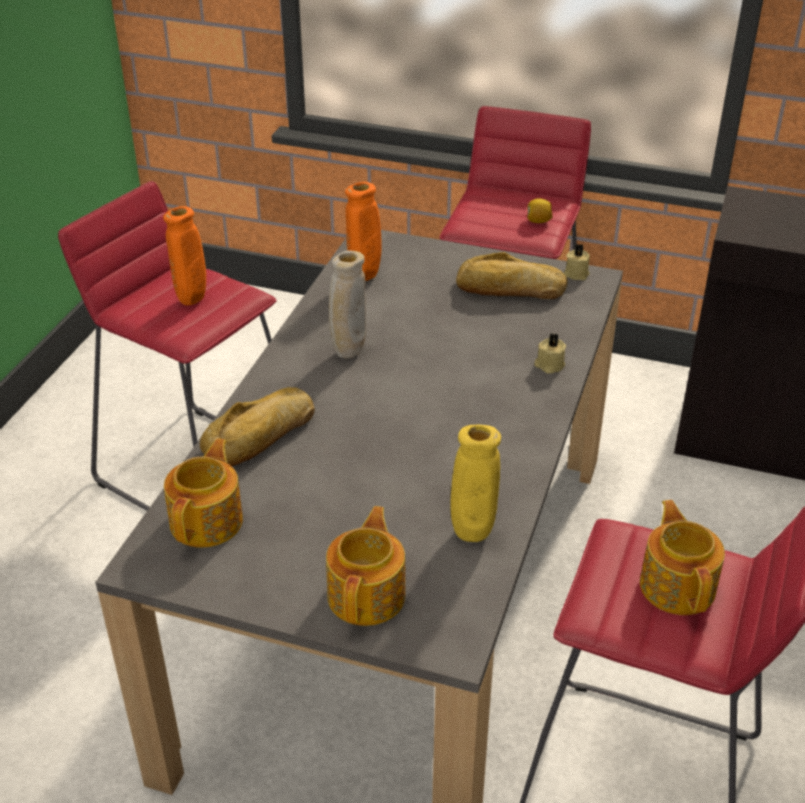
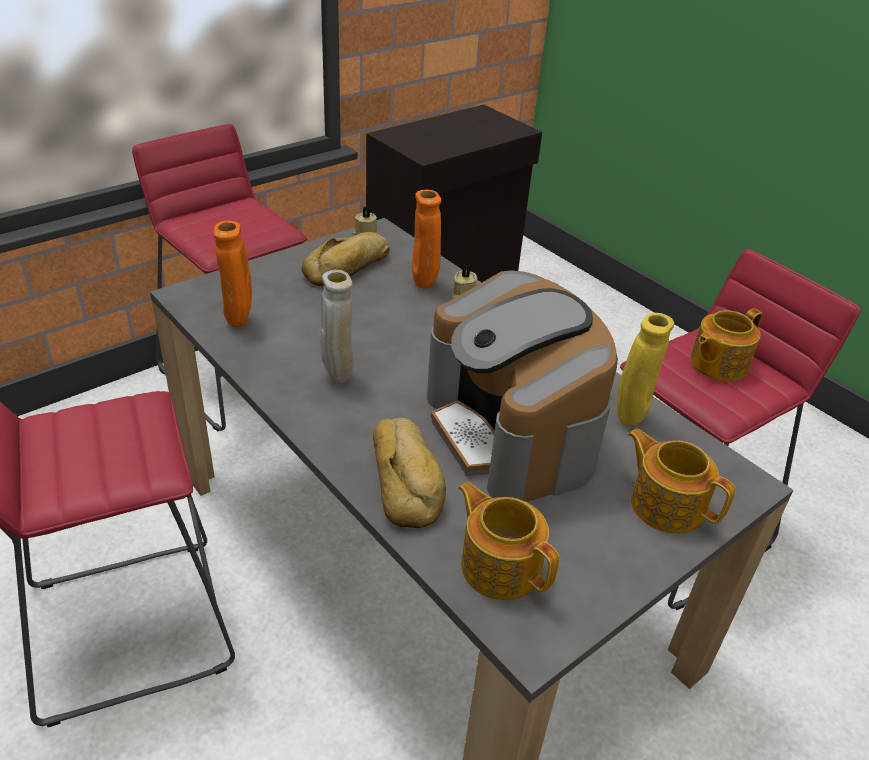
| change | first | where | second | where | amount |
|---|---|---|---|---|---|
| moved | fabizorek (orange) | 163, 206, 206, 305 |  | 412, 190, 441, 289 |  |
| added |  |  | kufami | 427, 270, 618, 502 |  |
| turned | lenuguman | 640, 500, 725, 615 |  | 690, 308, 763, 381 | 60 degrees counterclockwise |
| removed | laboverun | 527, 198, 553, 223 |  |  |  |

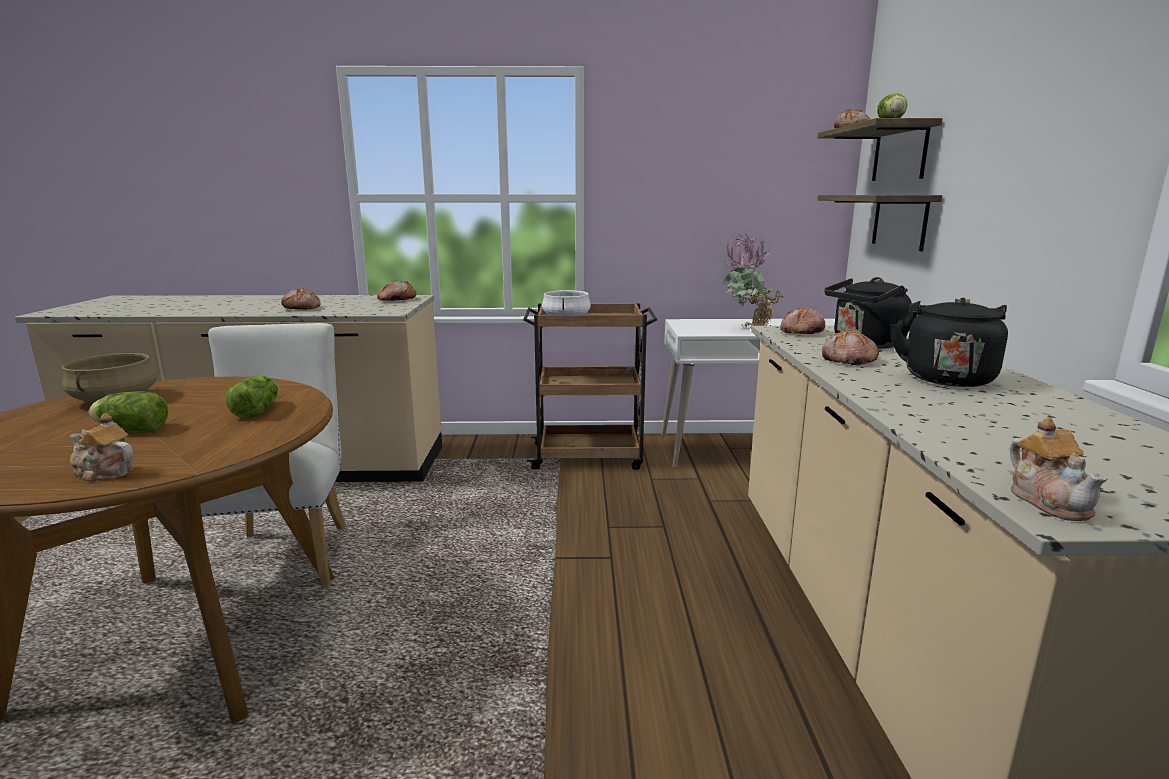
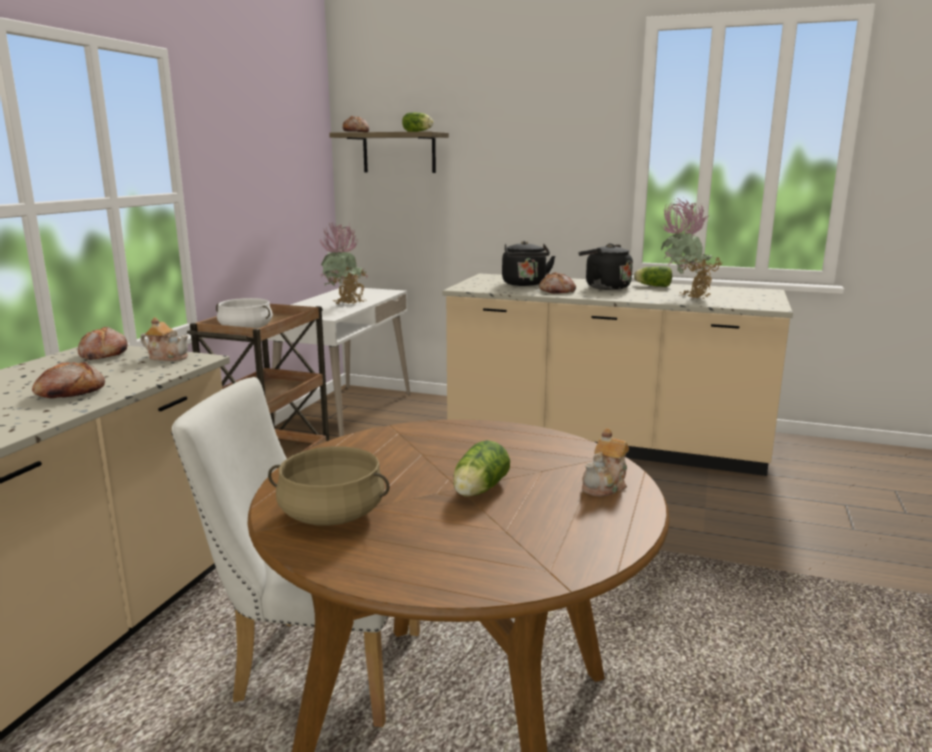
| change | first | where | second | where | amount |
|---|---|---|---|---|---|
| moved | lenuguman | 1010, 417, 1107, 521 |  | 140, 317, 188, 361 |  |
| moved | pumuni | 225, 375, 278, 419 |  | 634, 266, 672, 287 |  |
| added |  |  | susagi | 661, 198, 723, 299 |  |
| removed | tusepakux | 780, 307, 825, 334 |  |  |  |
| removed | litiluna | 817, 195, 942, 251 |  |  |  |

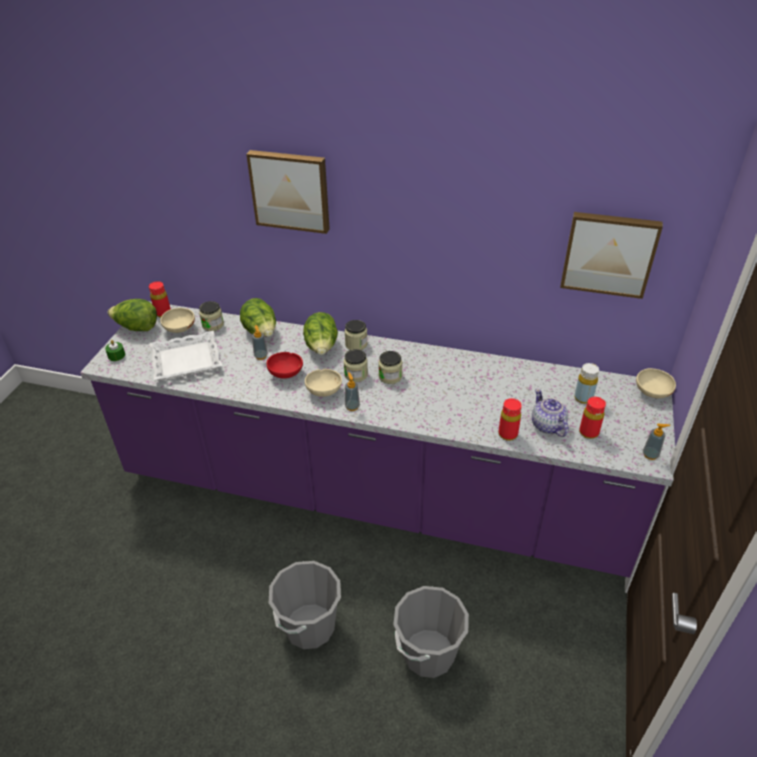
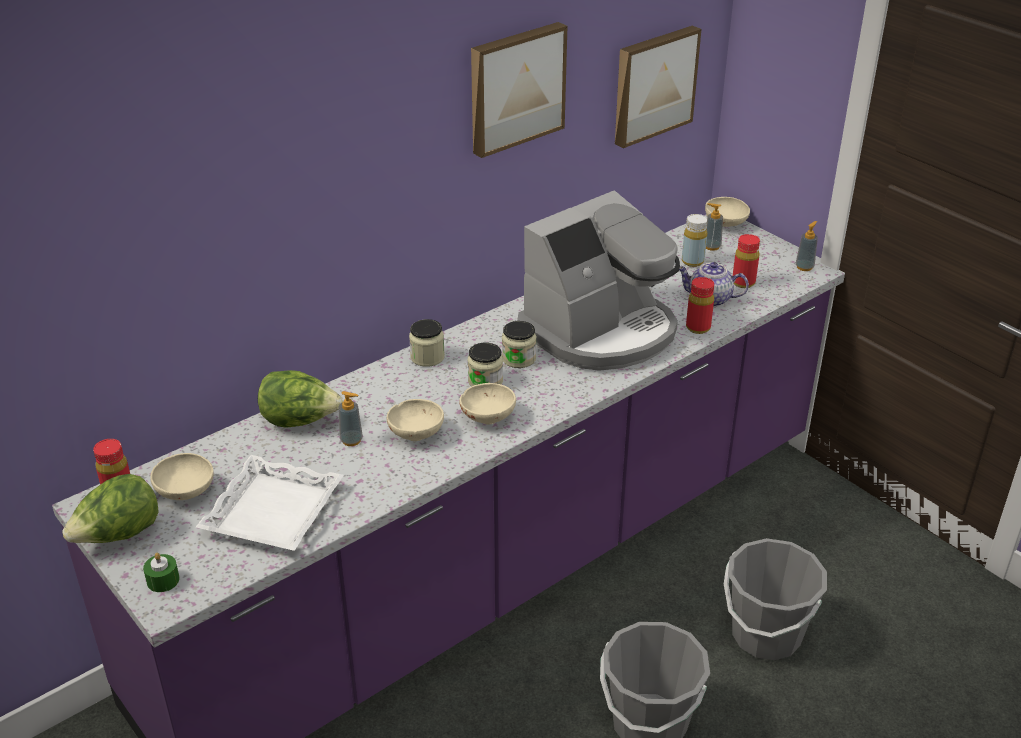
| change | first | where | second | where | amount |
|---|---|---|---|---|---|
| recoloured | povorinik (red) | 267, 352, 303, 379 | povorinik (beige) | 387, 399, 444, 441 |  |
| moved | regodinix | 246, 150, 330, 234 |  | 471, 22, 568, 158 |  |
| added |  |  | kufami | 517, 190, 680, 371 |  |
| moved | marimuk | 345, 372, 360, 411 |  | 706, 203, 723, 251 |  |
| removed | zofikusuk | 199, 301, 224, 331 |  |  |  |
| removed | pumuni | 303, 312, 338, 355 |  |  |  |

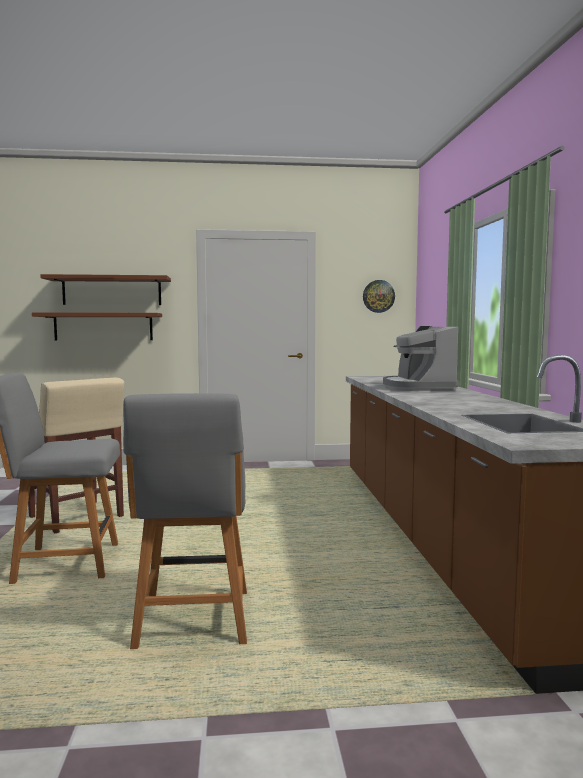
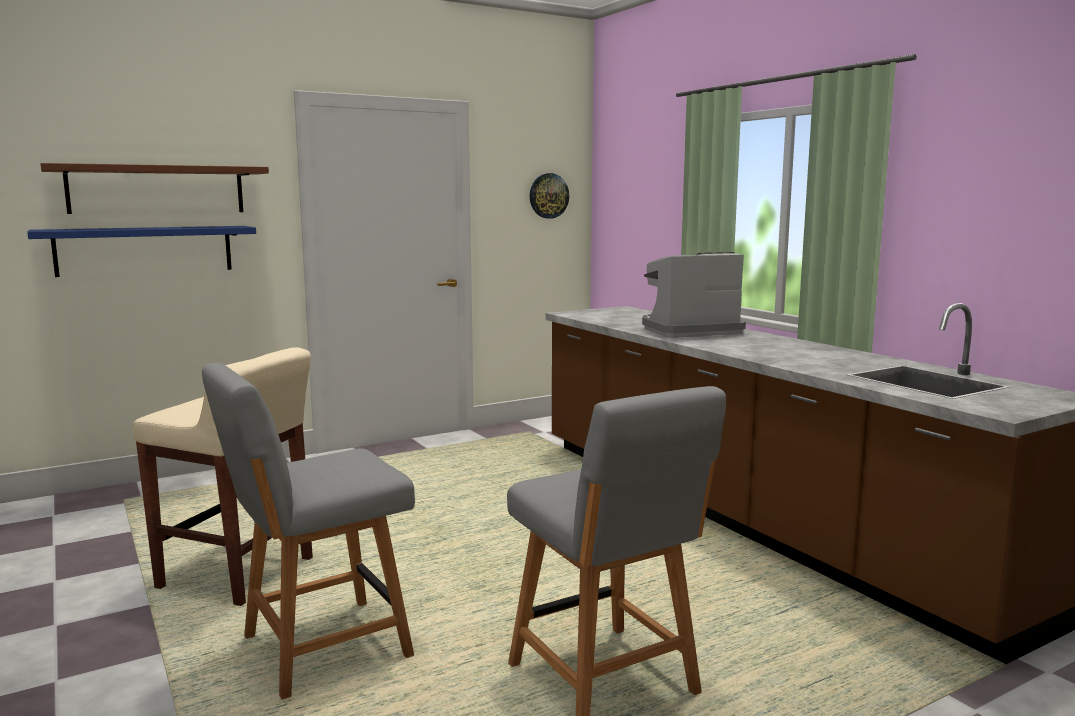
| change | first | where | second | where | amount |
|---|---|---|---|---|---|
| recoloured | litiluna (brown) | 32, 312, 162, 340 | litiluna (blue) | 27, 226, 256, 277 |  |
| turned | kufami | 383, 326, 459, 391 |  | 642, 252, 746, 338 | 105 degrees clockwise |

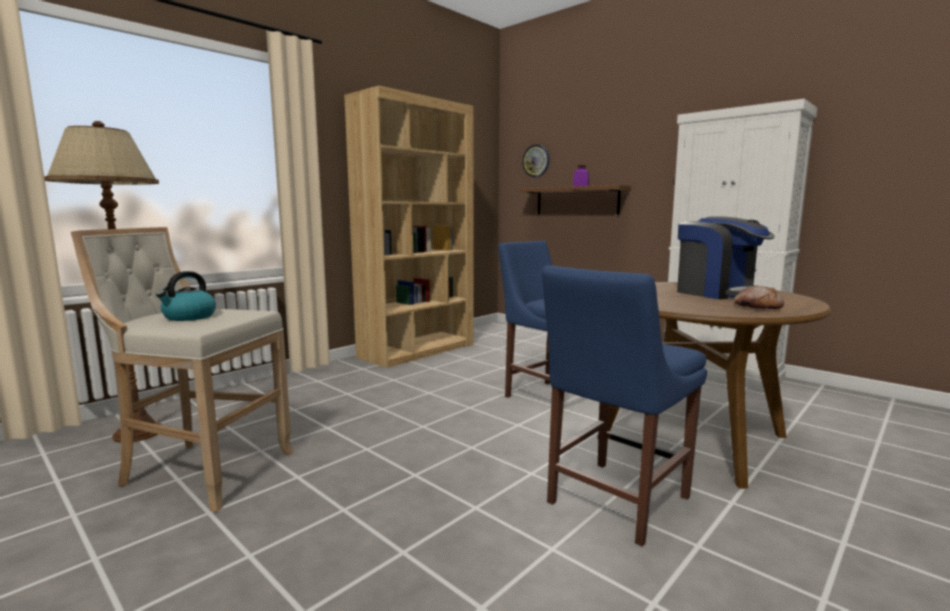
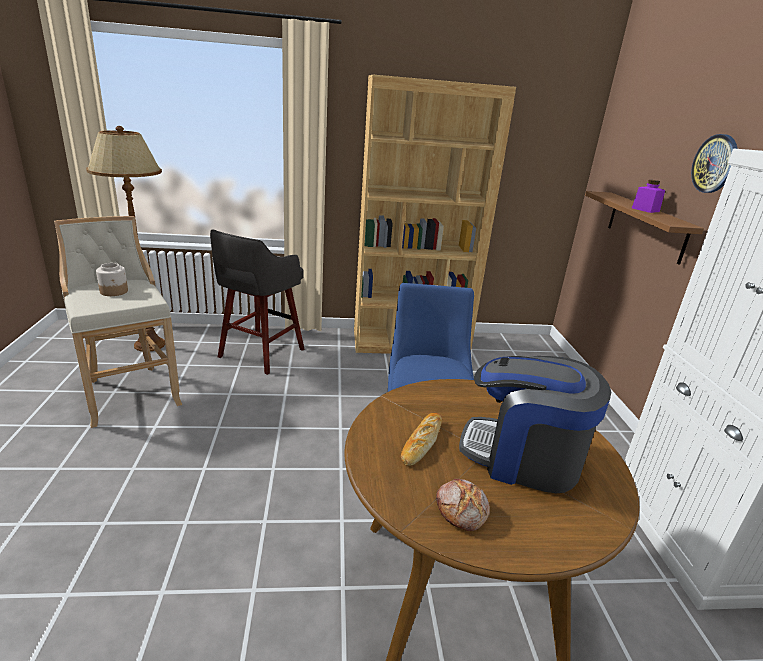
| change | first | where | second | where | amount |
|---|---|---|---|---|---|
| replaced | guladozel | 156, 271, 216, 321 | zofikusuk | 96, 263, 128, 296 |  |
| added |  |  | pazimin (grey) | 210, 230, 304, 375 |  |
| added |  |  | tusepakux | 401, 413, 442, 466 |  |
| turned | kufami | 677, 216, 775, 299 |  | 459, 356, 612, 493 | 105 degrees clockwise |
| moved | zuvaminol | 522, 144, 549, 177 |  | 691, 134, 738, 193 |  |
| removed | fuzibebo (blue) | 542, 265, 707, 547 |  |  |  |

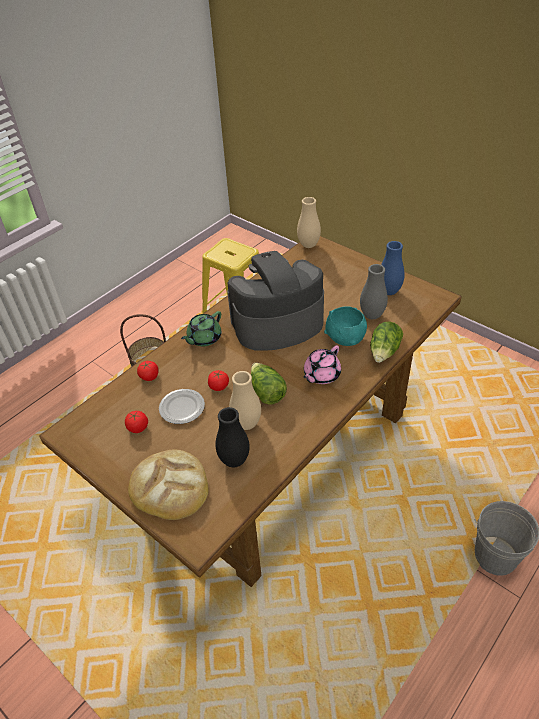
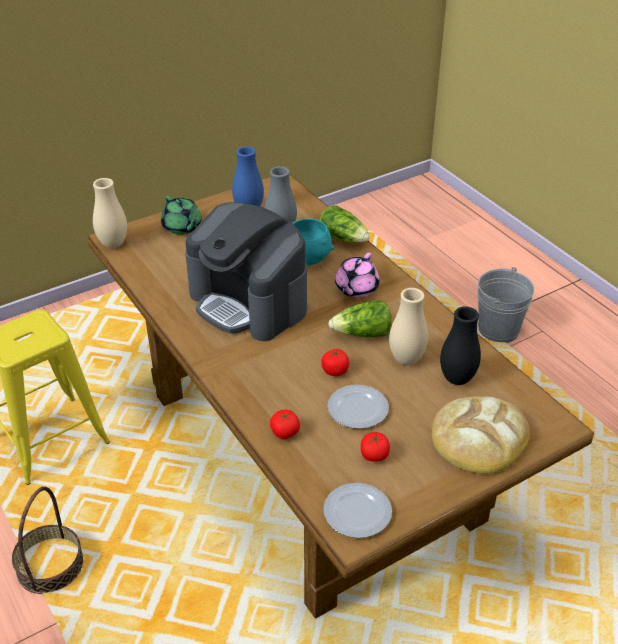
| change | first | where | second | where | amount |
|---|---|---|---|---|---|
| moved | lenuguman (green) | 181, 311, 221, 346 |  | 161, 196, 202, 235 |  |
| turned | kufami | 227, 251, 324, 351 |  | 185, 202, 307, 341 | 45 degrees counterclockwise |
| added |  |  | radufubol | 323, 483, 392, 538 |  |
| turned | lenuguman (pink) | 304, 345, 341, 384 |  | 335, 253, 379, 298 | 60 degrees clockwise |

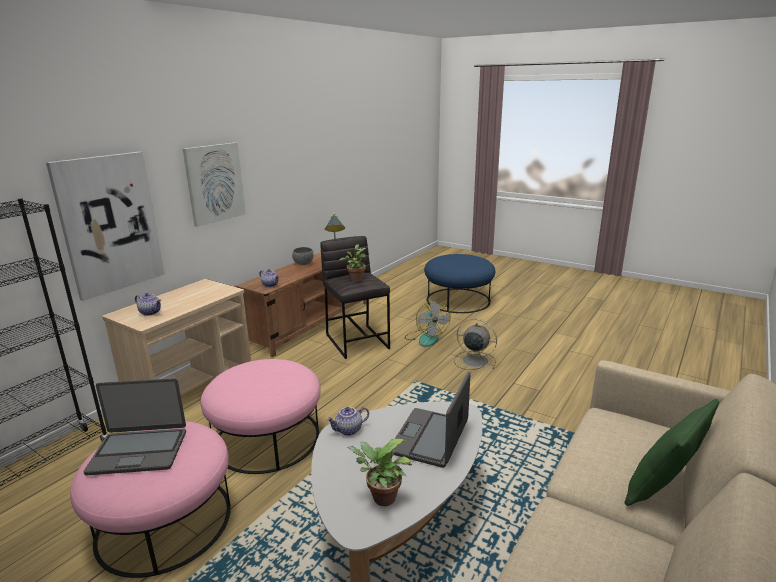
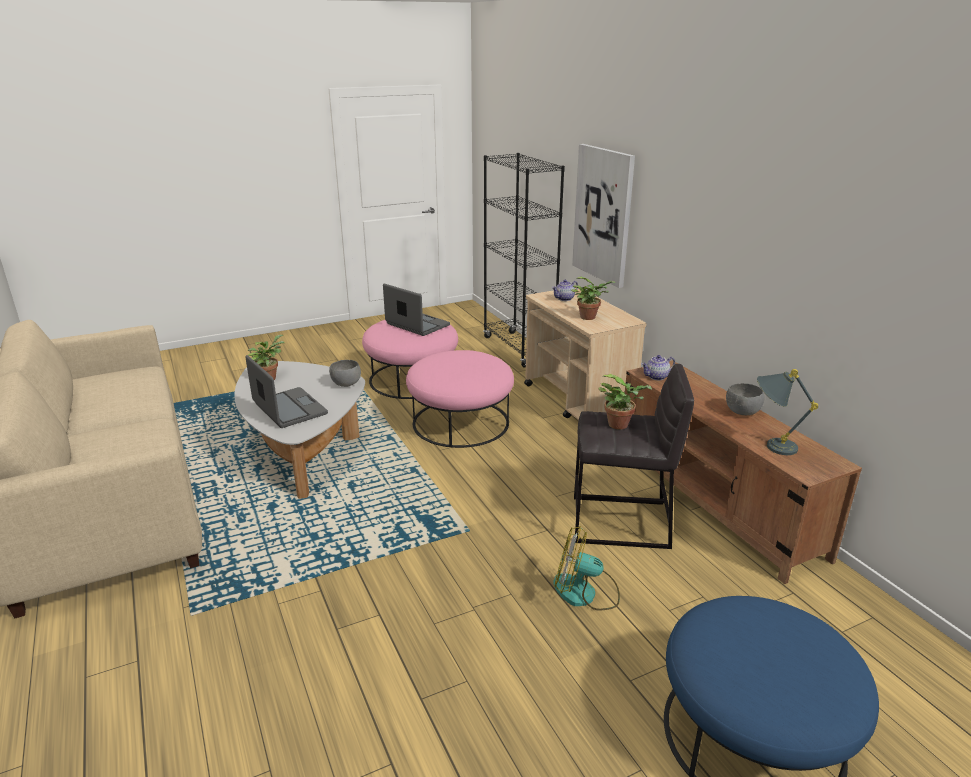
| change | first | where | second | where | amount |
|---|---|---|---|---|---|
| replaced | lenuguman | 326, 407, 369, 436 | povorinik (grey) | 329, 360, 361, 387 |  |
| turned | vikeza | 83, 378, 186, 475 |  | 383, 284, 450, 336 | 105 degrees clockwise |
| added |  |  | susagi | 571, 277, 615, 320 |  |
| removed | regodinix | 183, 142, 246, 227 |  |  |  |
| removed | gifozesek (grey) | 454, 318, 497, 370 |  |  |  |
| removed | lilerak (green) | 624, 399, 719, 506 |  |  |  |

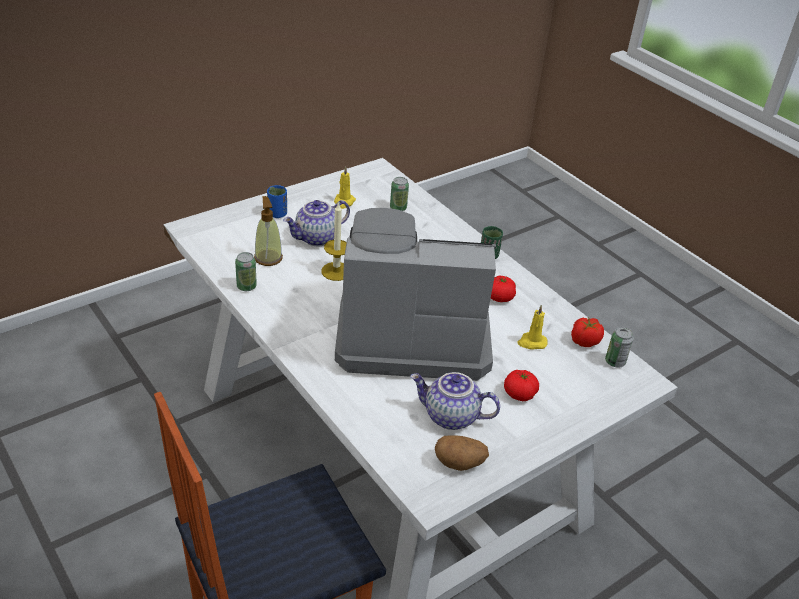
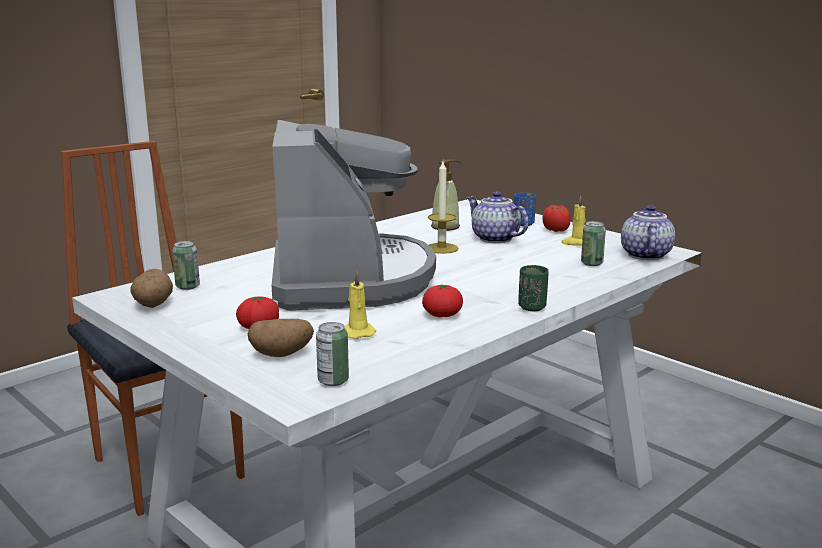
| change | first | where | second | where | amount |
|---|---|---|---|---|---|
| moved | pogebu | 235, 252, 257, 291 |  | 172, 241, 200, 290 |  |
| added |  |  | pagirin | 248, 319, 314, 357 |  |
| moved | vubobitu | 571, 318, 604, 347 |  | 542, 205, 571, 232 |  |
| moved | lenuguman | 410, 372, 500, 430 |  | 621, 205, 675, 260 |  |

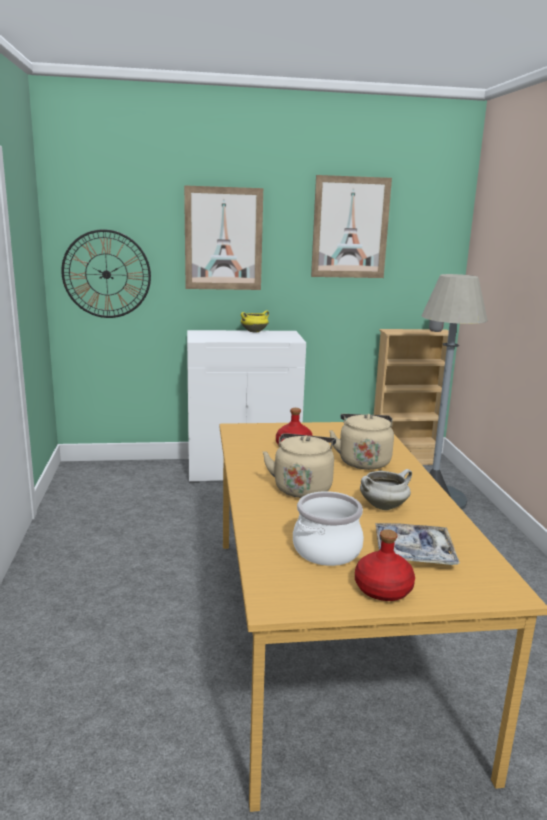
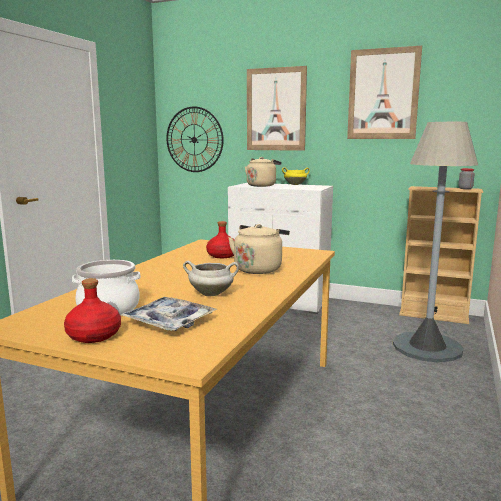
| change | first | where | second | where | amount |
|---|---|---|---|---|---|
| moved | guladozel (beige) | 263, 433, 336, 498 |  | 245, 157, 282, 187 |  |

